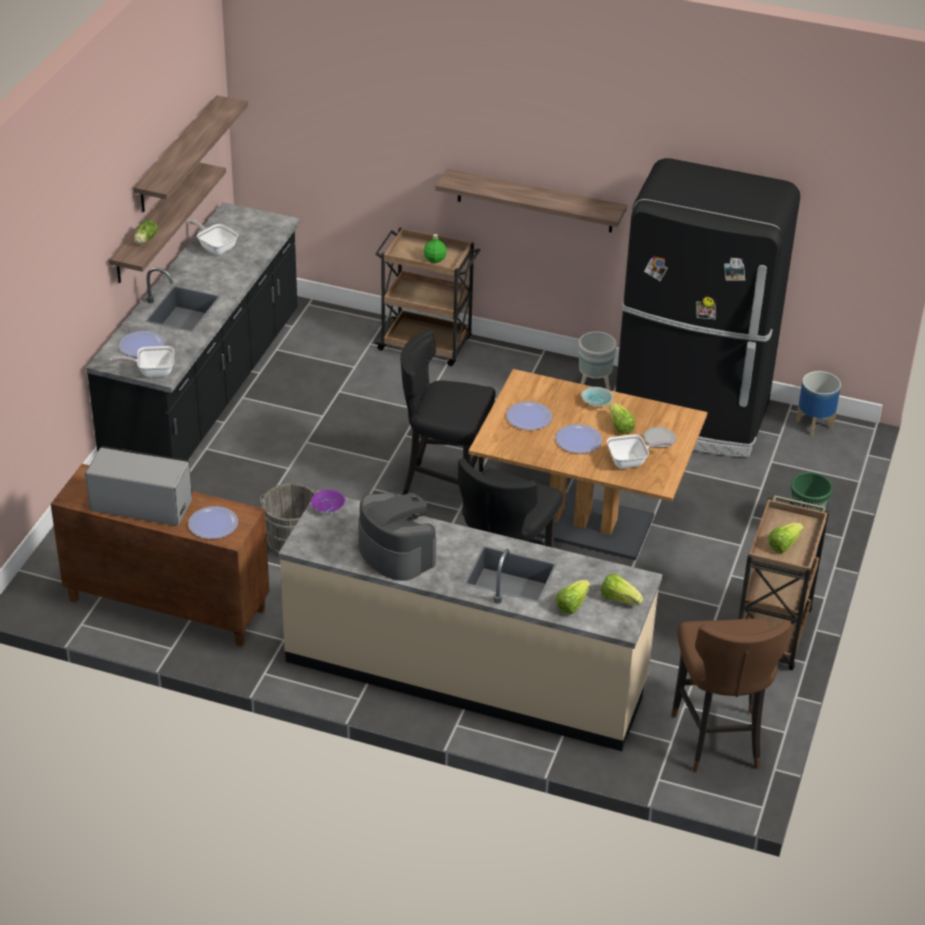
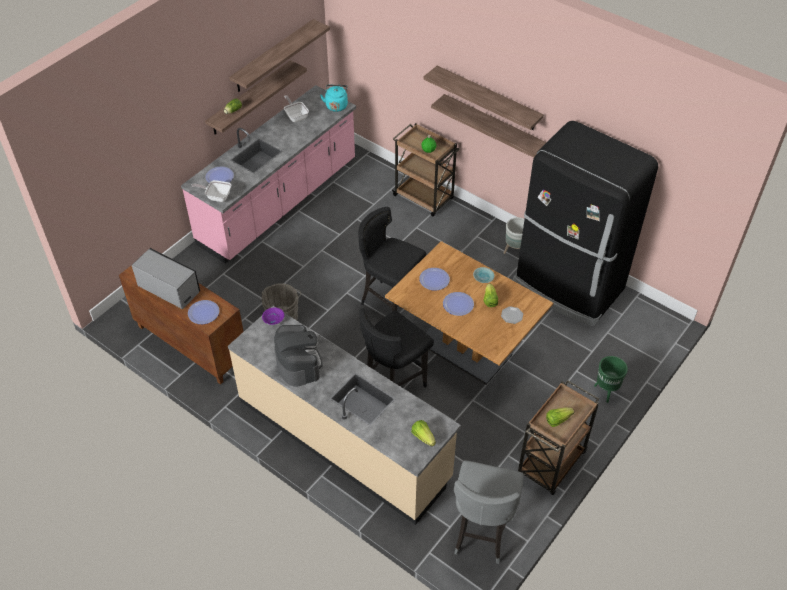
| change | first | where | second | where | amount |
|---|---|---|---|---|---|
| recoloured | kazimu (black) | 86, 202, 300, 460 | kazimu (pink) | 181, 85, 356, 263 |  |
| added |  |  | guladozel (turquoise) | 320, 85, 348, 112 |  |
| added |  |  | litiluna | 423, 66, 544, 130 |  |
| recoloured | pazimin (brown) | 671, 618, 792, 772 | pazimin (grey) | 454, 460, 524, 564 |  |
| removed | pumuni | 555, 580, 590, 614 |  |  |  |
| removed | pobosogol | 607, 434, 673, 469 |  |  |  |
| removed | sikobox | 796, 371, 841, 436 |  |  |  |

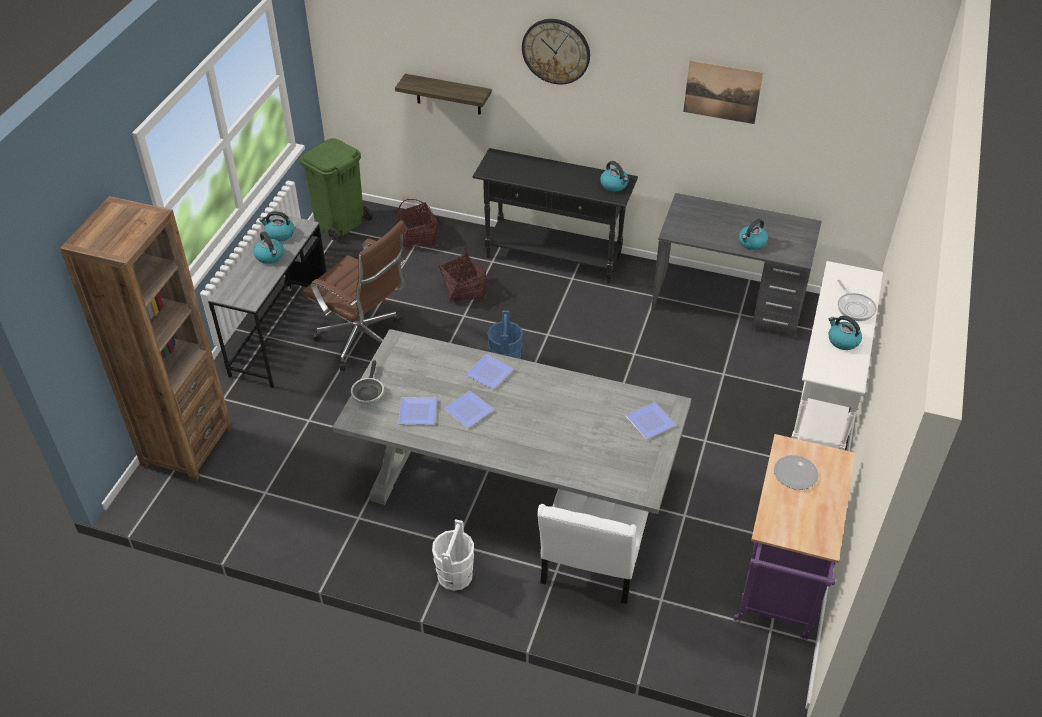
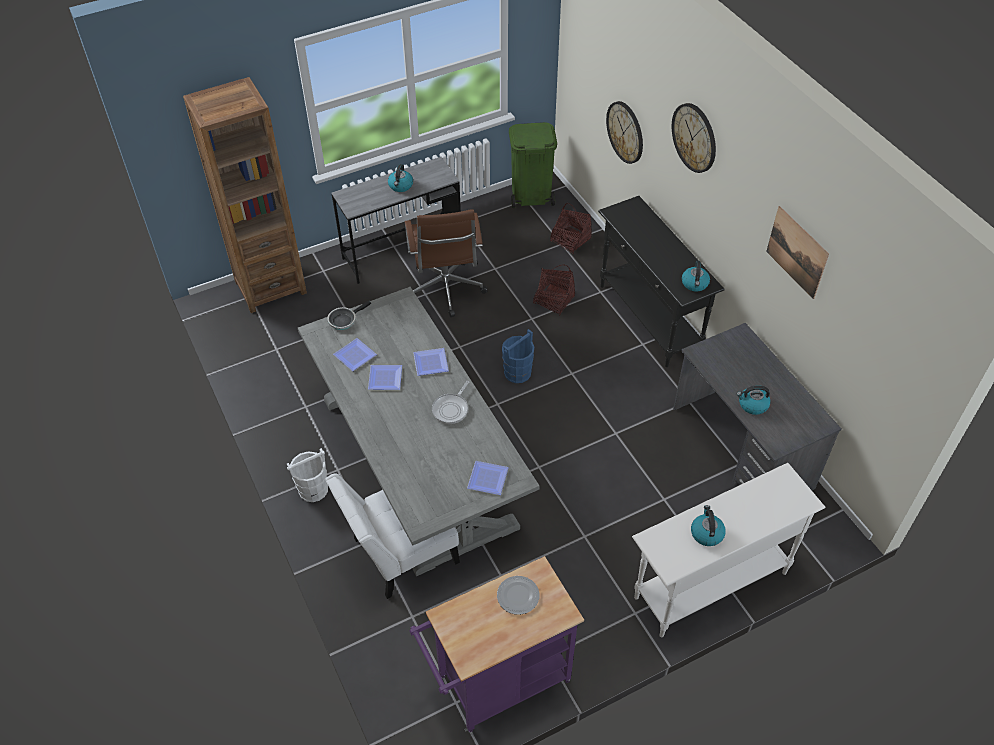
| change | first | where | second | where | amount |
|---|---|---|---|---|---|
| moved | pobosogol | 837, 280, 876, 321 |  | 432, 381, 469, 424 |  |
| replaced | litiluna | 395, 74, 492, 115 | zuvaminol | 606, 101, 643, 164 |  |
| removed | guladozel | 259, 211, 294, 241 |  |  |  |

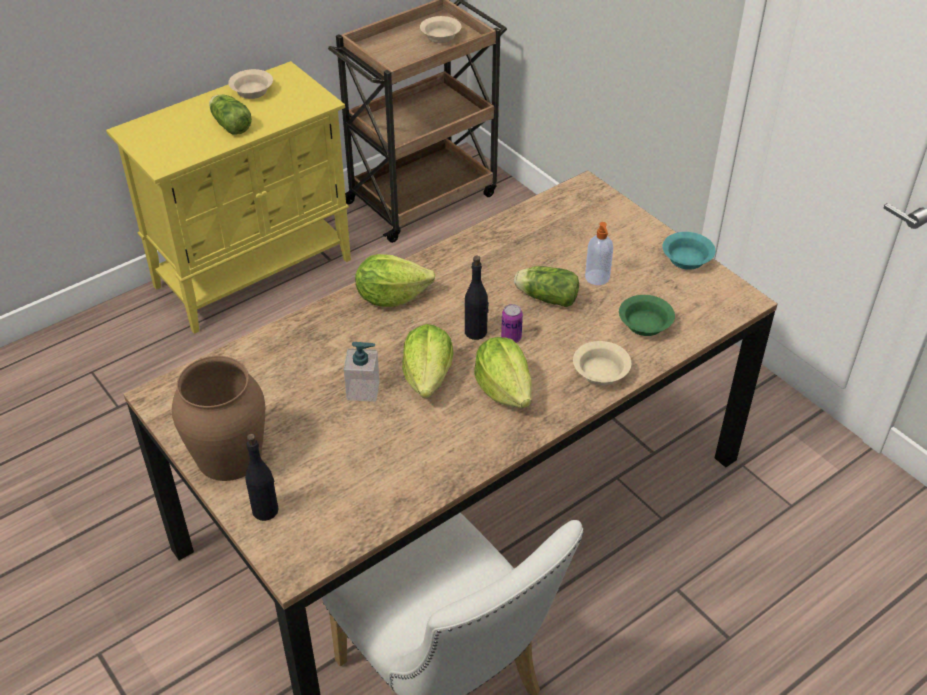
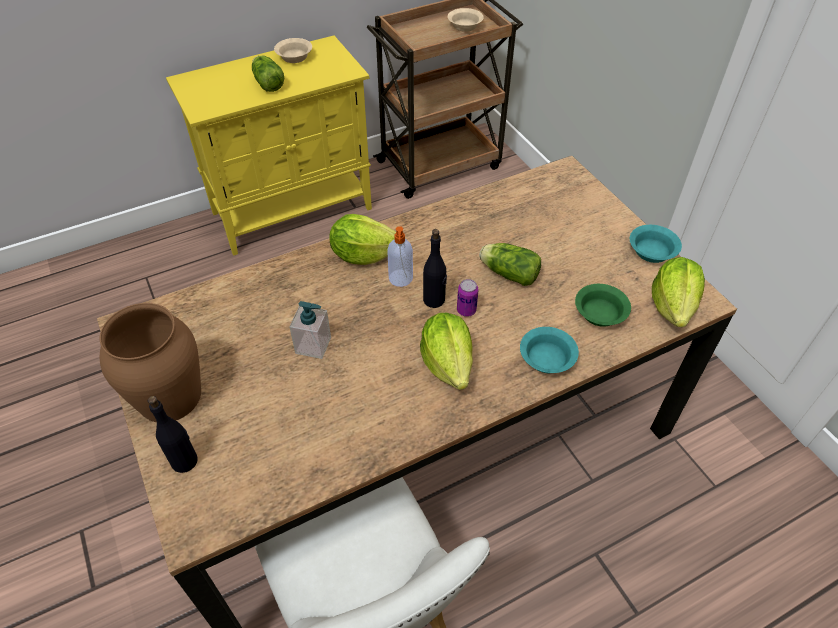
| change | first | where | second | where | amount |
|---|---|---|---|---|---|
| moved | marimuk | 585, 222, 613, 285 |  | 387, 226, 413, 287 |  |
| recoloured | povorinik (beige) | 573, 341, 631, 385 | povorinik (turquoise) | 520, 327, 579, 373 |  |
| moved | pumuni | 402, 324, 453, 398 |  | 652, 257, 705, 327 |  |

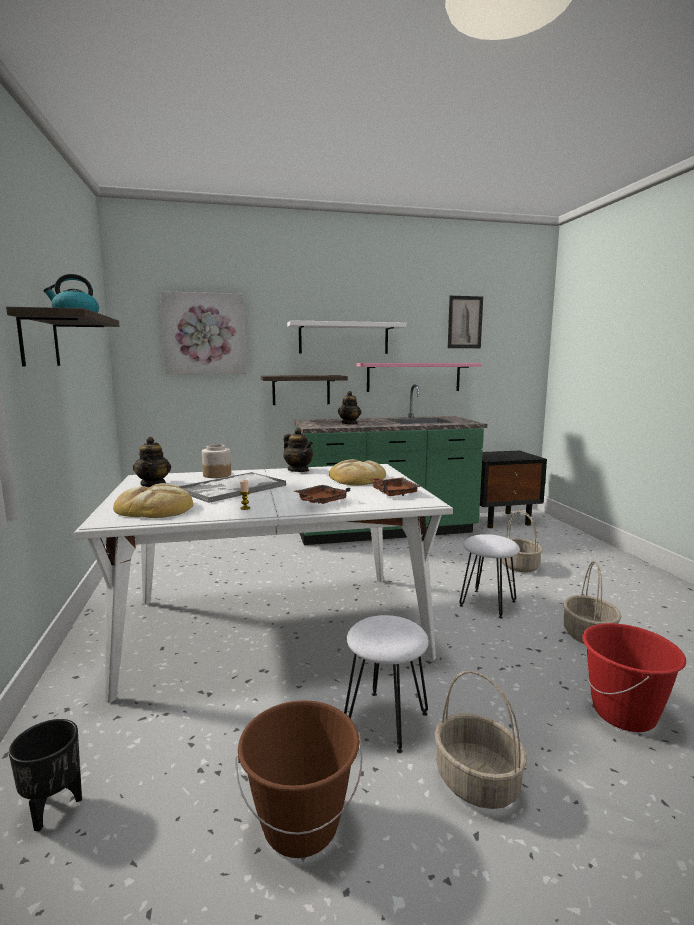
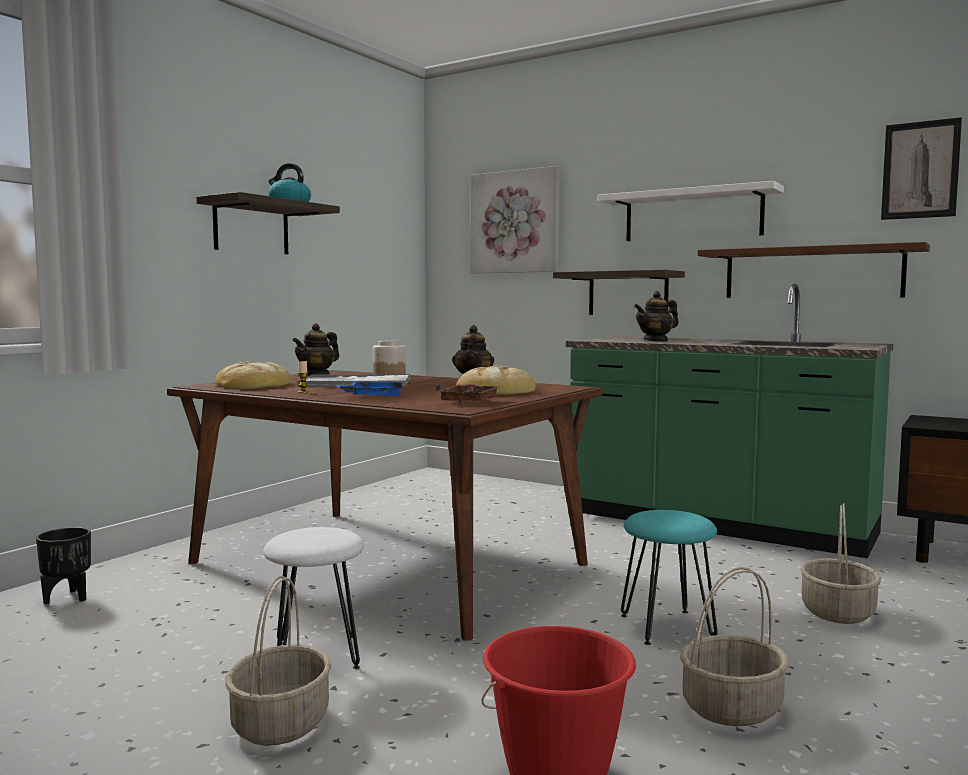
| change | first | where | second | where | amount |
|---|---|---|---|---|---|
| recoloured | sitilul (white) | 74, 464, 453, 703 | sitilul (brown) | 167, 370, 602, 641 |  |
| recoloured | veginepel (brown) | 294, 485, 350, 504 | veginepel (blue) | 335, 381, 404, 396 |  |
| recoloured | pazimin (white) | 459, 534, 520, 618 | pazimin (turquoise) | 621, 510, 718, 645 |  |
| recoloured | litiluna (pink) | 357, 363, 482, 392 | litiluna (brown) | 698, 242, 930, 298 |  |
| removed | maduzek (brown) | 235, 700, 363, 858 |  |  |  |

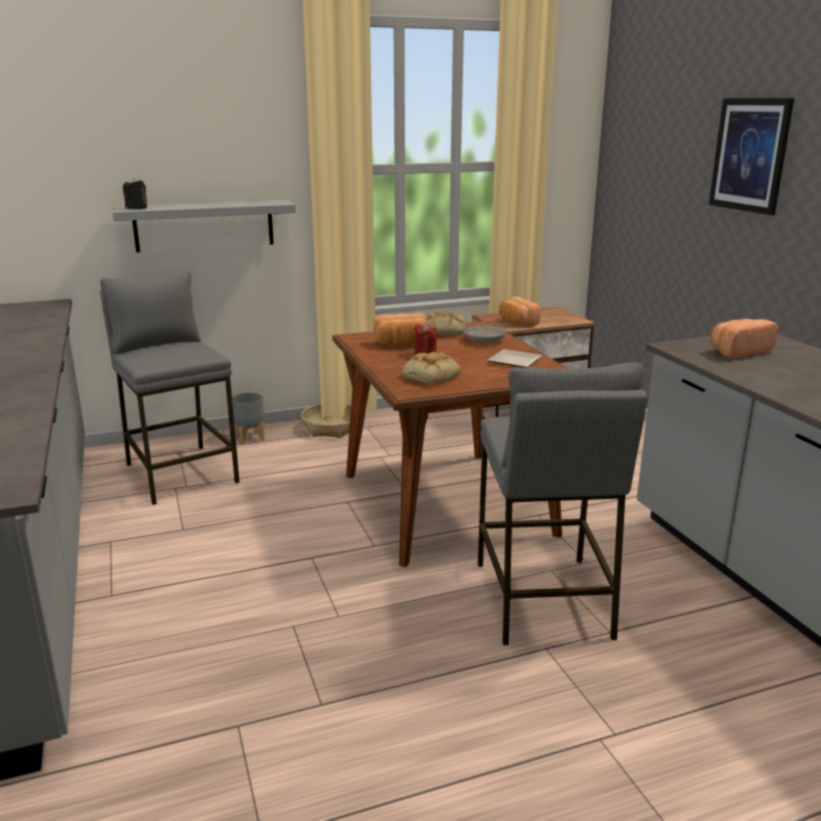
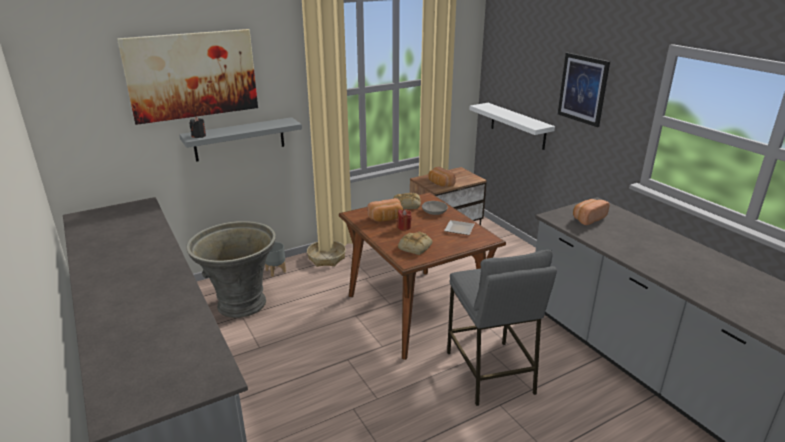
| change | first | where | second | where | amount |
|---|---|---|---|---|---|
| added |  |  | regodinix | 117, 29, 258, 125 |  |
| replaced | pazimin (grey) | 100, 270, 240, 505 | sikobox (grey) | 186, 221, 276, 318 |  |
| added |  |  | litiluna (white) | 469, 103, 555, 150 |  |

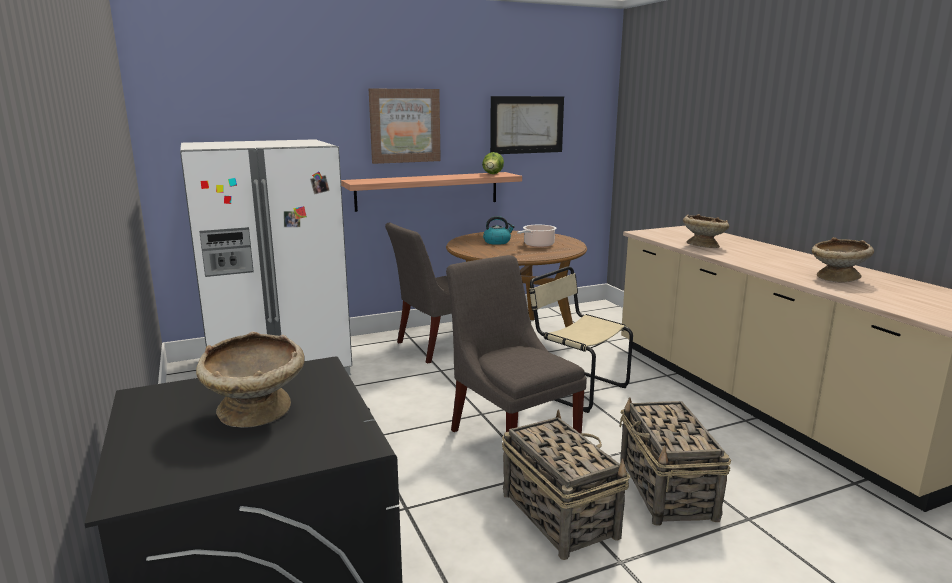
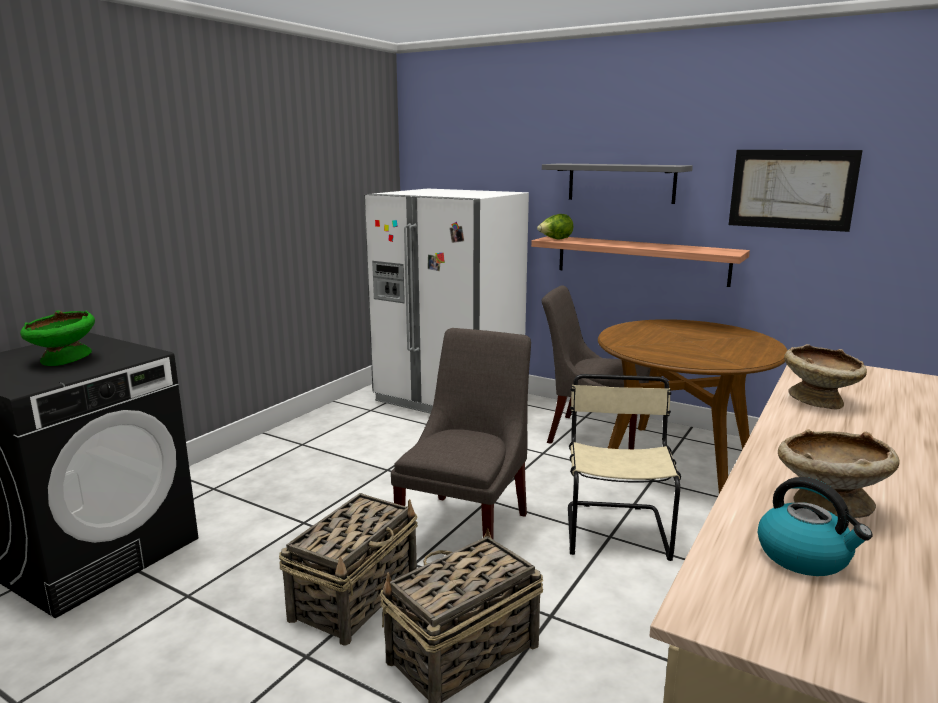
| change | first | where | second | where | amount |
|---|---|---|---|---|---|
| recoloured | povorinik (beige) | 196, 332, 305, 428 | povorinik (green) | 20, 311, 95, 366 |  |
| moved | pumuni | 482, 152, 504, 174 |  | 537, 214, 573, 240 |  |
| replaced | regodinix | 369, 89, 441, 164 | litiluna (grey) | 542, 163, 693, 204 |  |
| moved | guladozel | 483, 216, 515, 245 |  | 758, 477, 872, 576 |  |
| removed | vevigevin | 517, 225, 556, 248 |  |  |  |

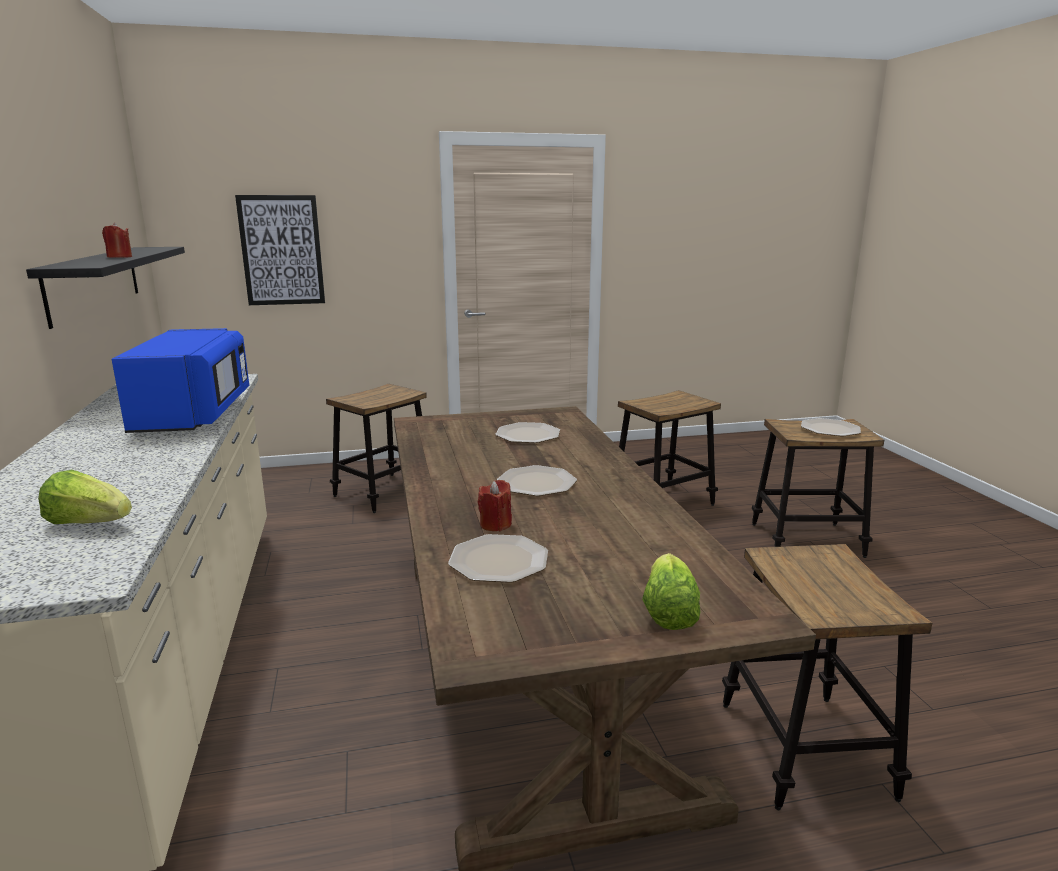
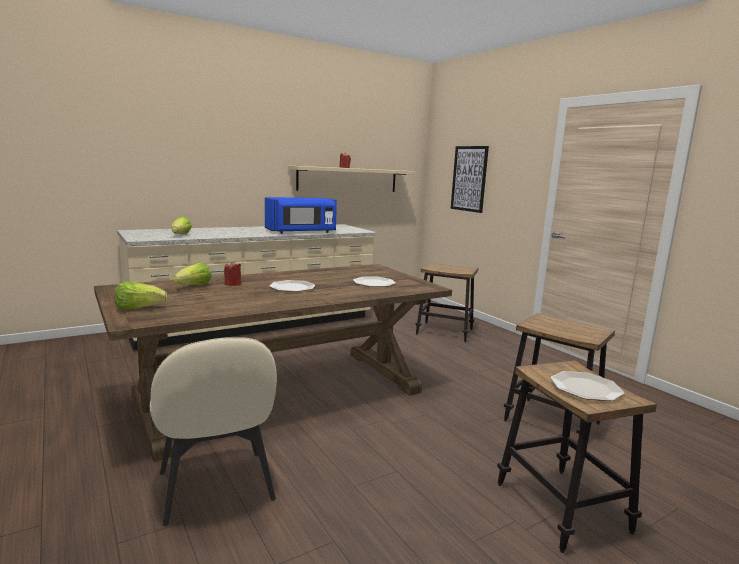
| change | first | where | second | where | amount |
|---|---|---|---|---|---|
| replaced | pazimin | 722, 544, 932, 810 | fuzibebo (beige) | 150, 337, 277, 526 |  |
| replaced | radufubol | 448, 534, 548, 583 | pumuni | 173, 262, 211, 285 |  |
| recoloured | litiluna (black) | 26, 247, 185, 329 | litiluna (beige) | 288, 166, 416, 192 |  |

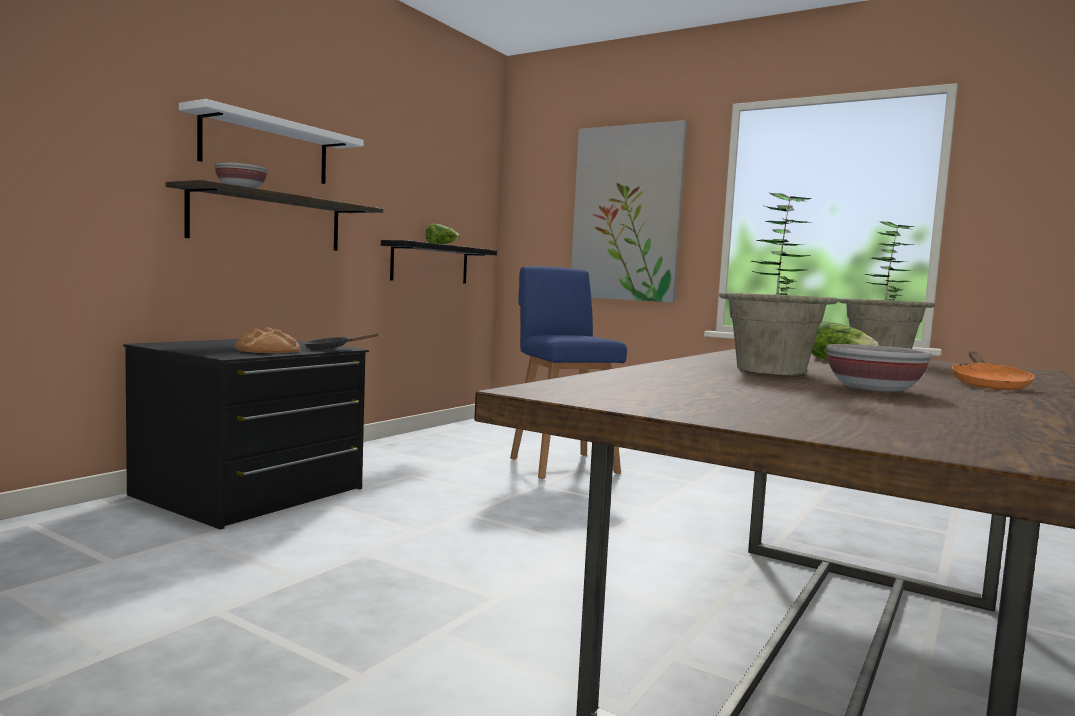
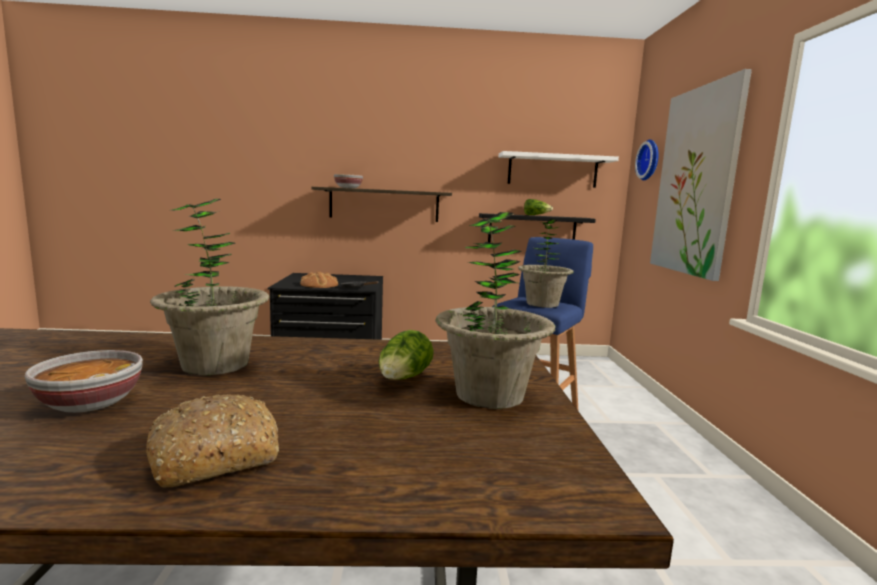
| change | first | where | second | where | amount |
|---|---|---|---|---|---|
| replaced | pobosogol (orange) | 951, 352, 1035, 390 | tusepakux | 146, 395, 279, 488 |  |
| moved | litiluna (white) | 179, 99, 364, 184 |  | 499, 151, 619, 188 |  |
| added |  |  | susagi | 518, 220, 573, 308 |  |
| added |  |  | zuvaminol | 635, 139, 659, 180 |  |

